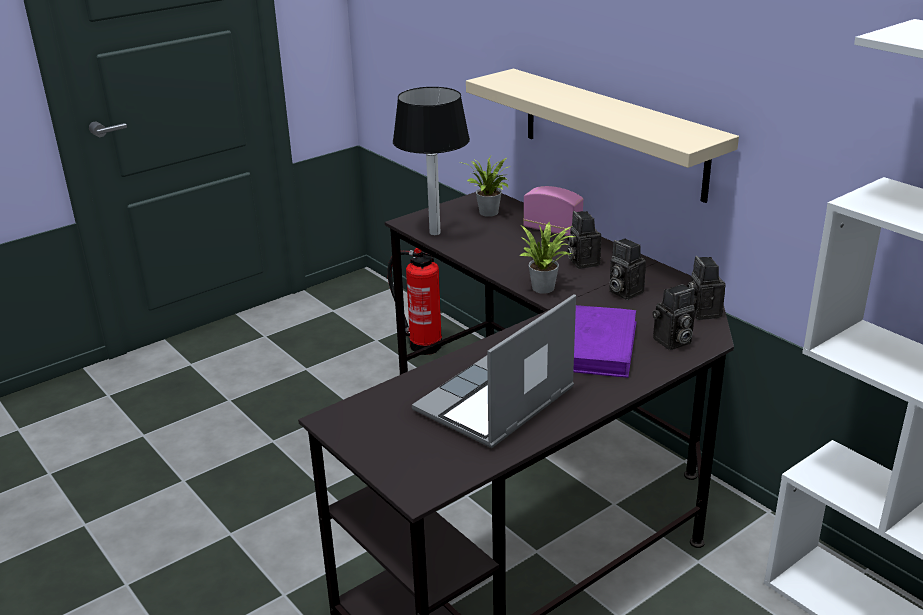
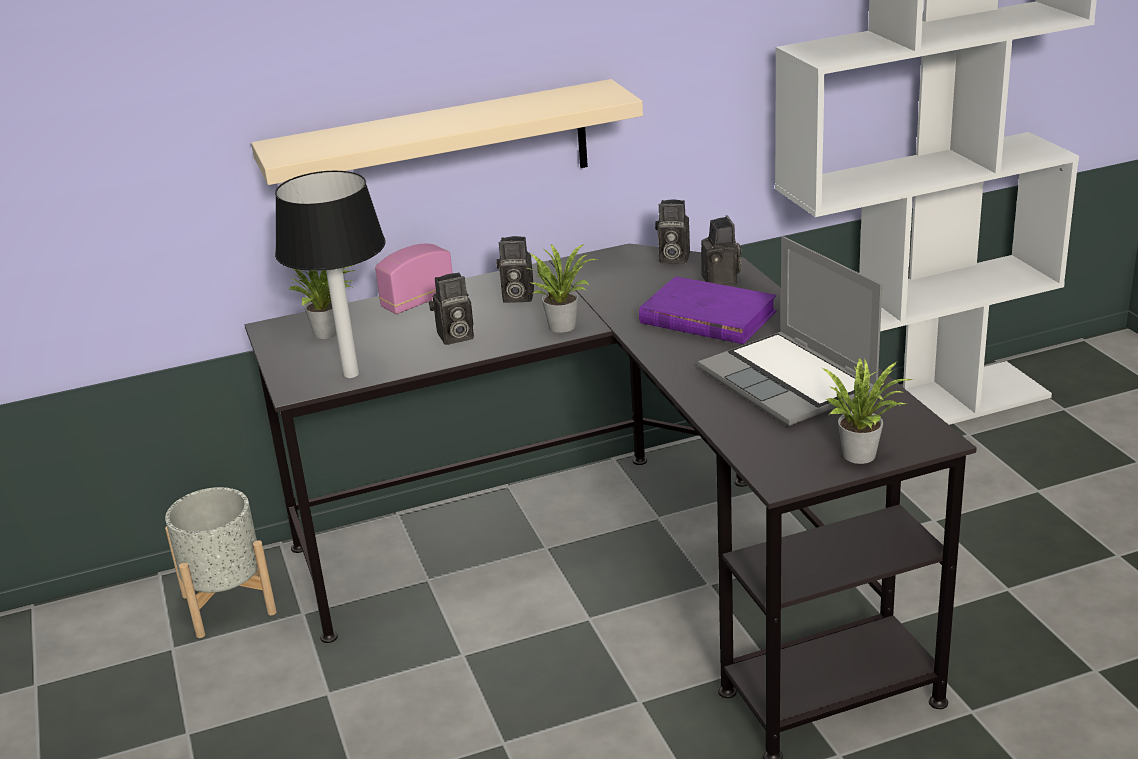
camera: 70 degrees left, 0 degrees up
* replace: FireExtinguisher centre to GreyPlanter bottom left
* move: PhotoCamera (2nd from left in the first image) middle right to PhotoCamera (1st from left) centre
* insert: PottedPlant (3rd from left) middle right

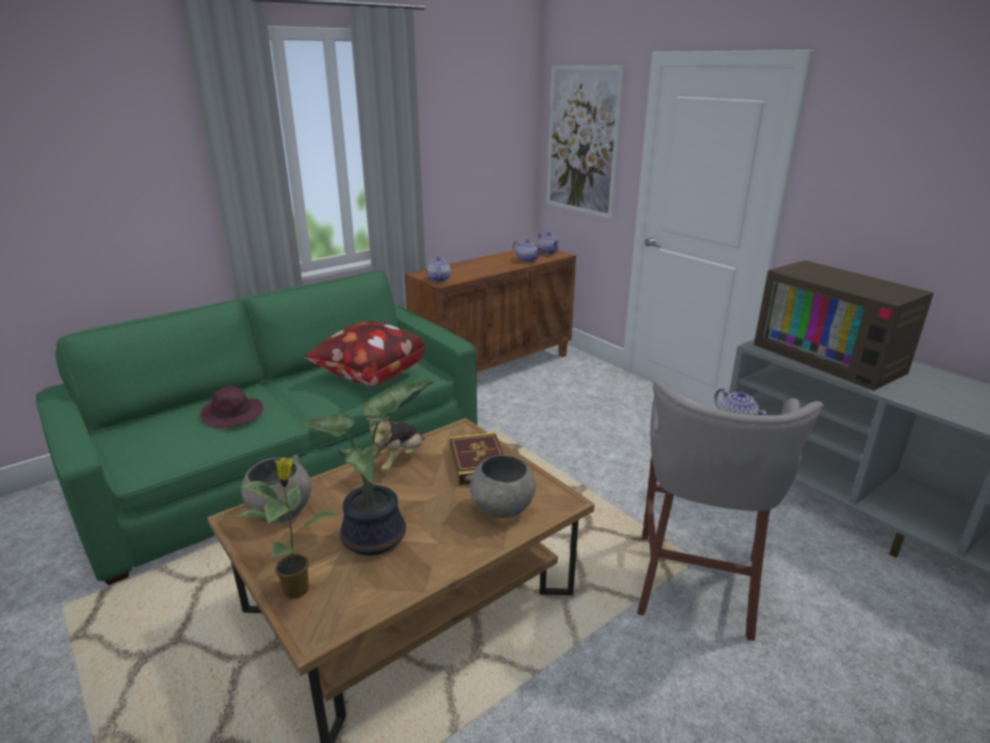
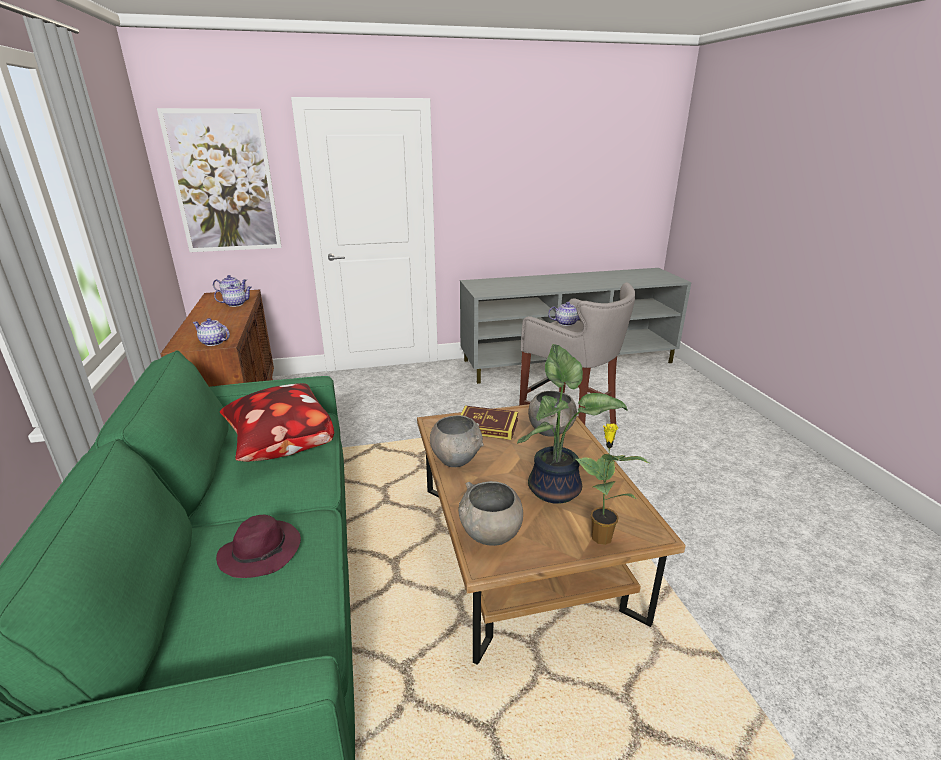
camera: 65 degrees left, 0 degrees up
* replace: PlushToy centre to GreyBowl (1st from left) centre
* delete: Television middle right

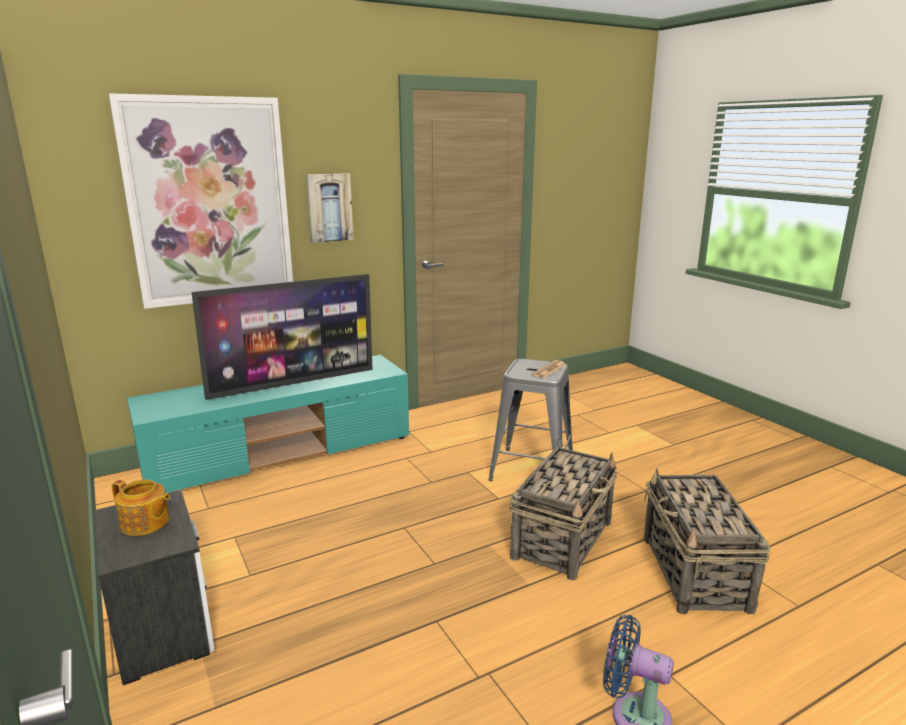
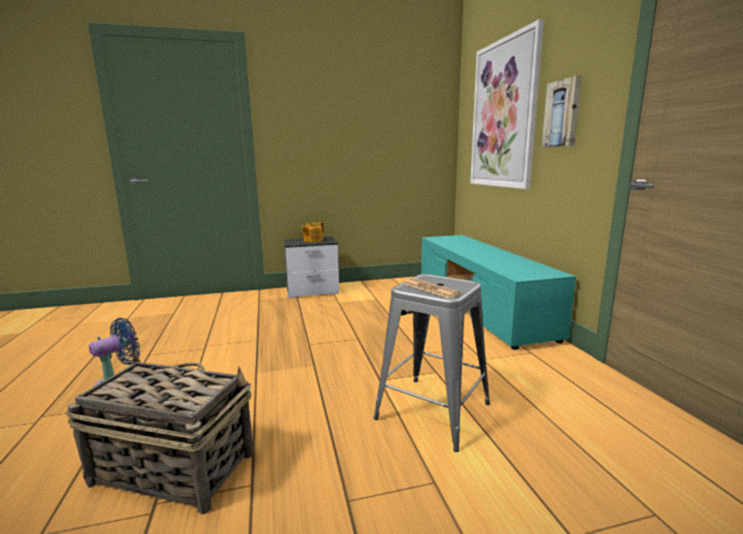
camera: 105 degrees right, 5 degrees down
* delete: Television middle left
* delete: Basket (1st from left) bottom centre

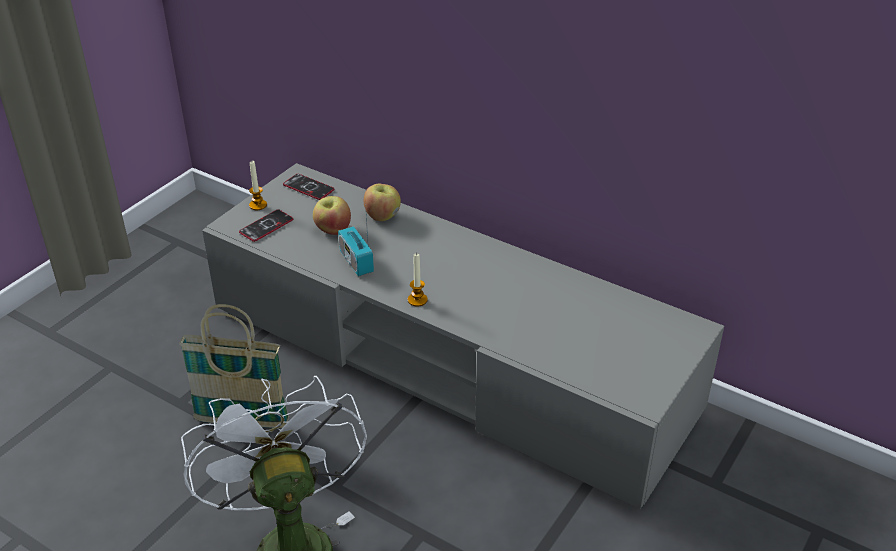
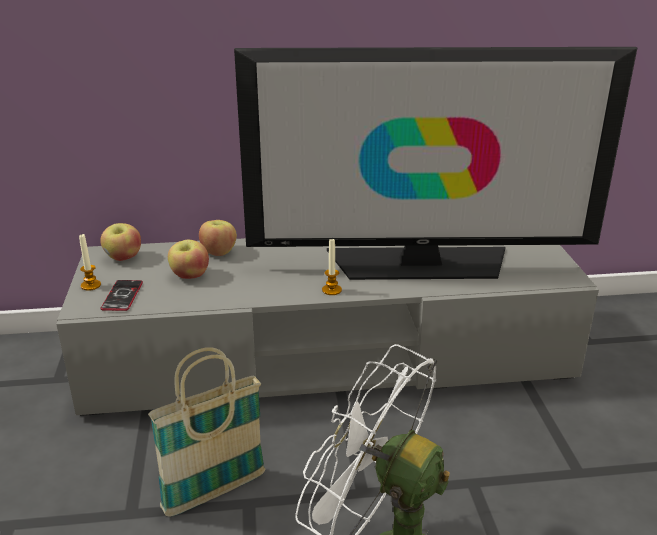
camera: 40 degrees left, 10 degrees down
* replace: Phone (2nd from left) centre to Apple (1st from left) middle left
* delete: Radio centre
* insert: Television top centre

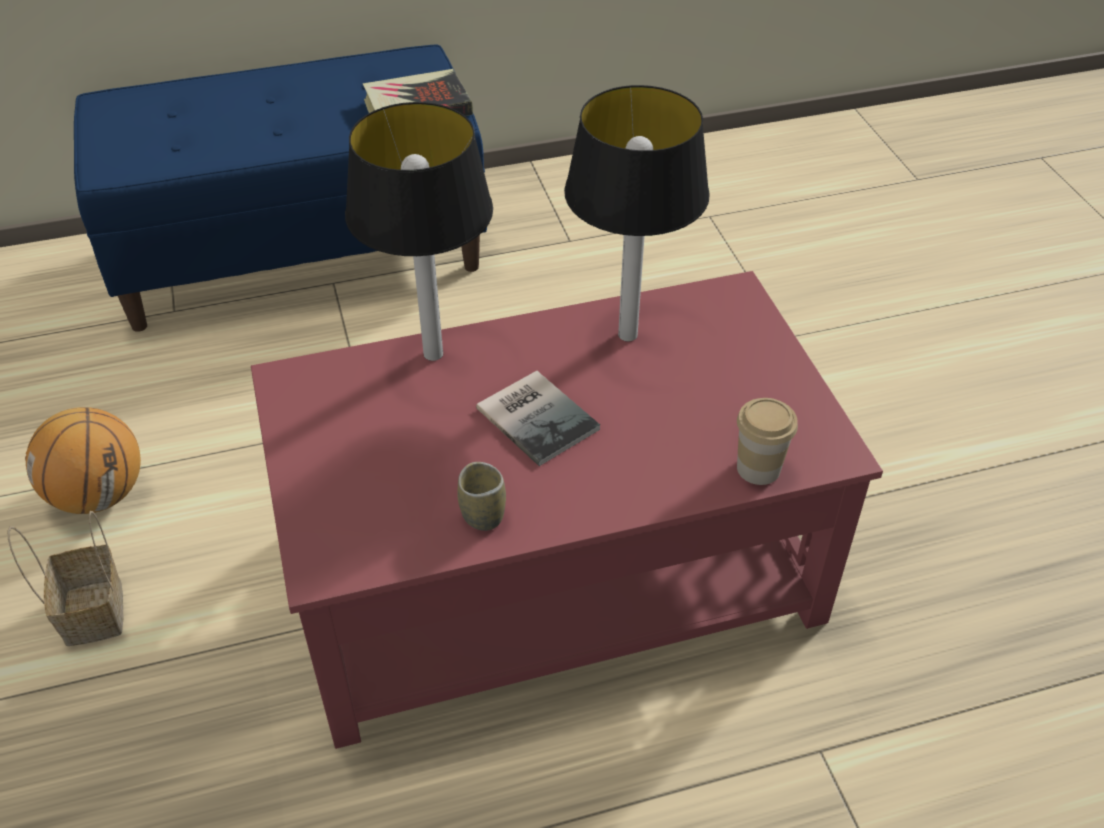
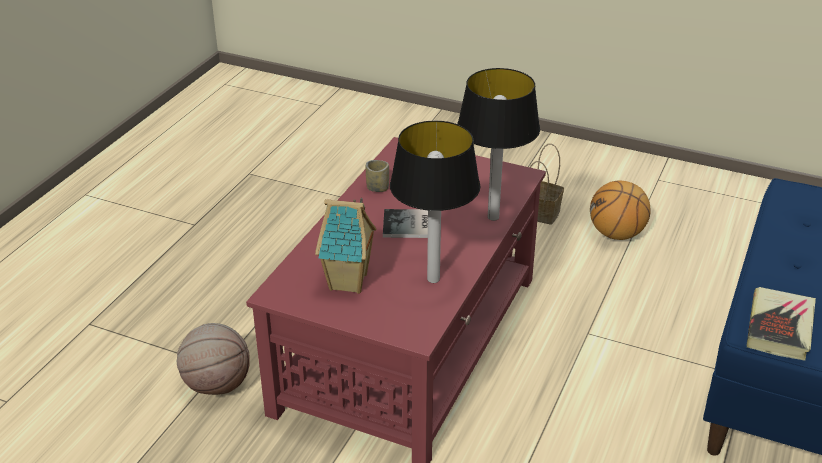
camera: 130 degrees right, 10 degrees down
* delete: Cup (2nd from left) middle right
* insert: Basketball (1st from left) bottom left
* insert: ToyHouse centre

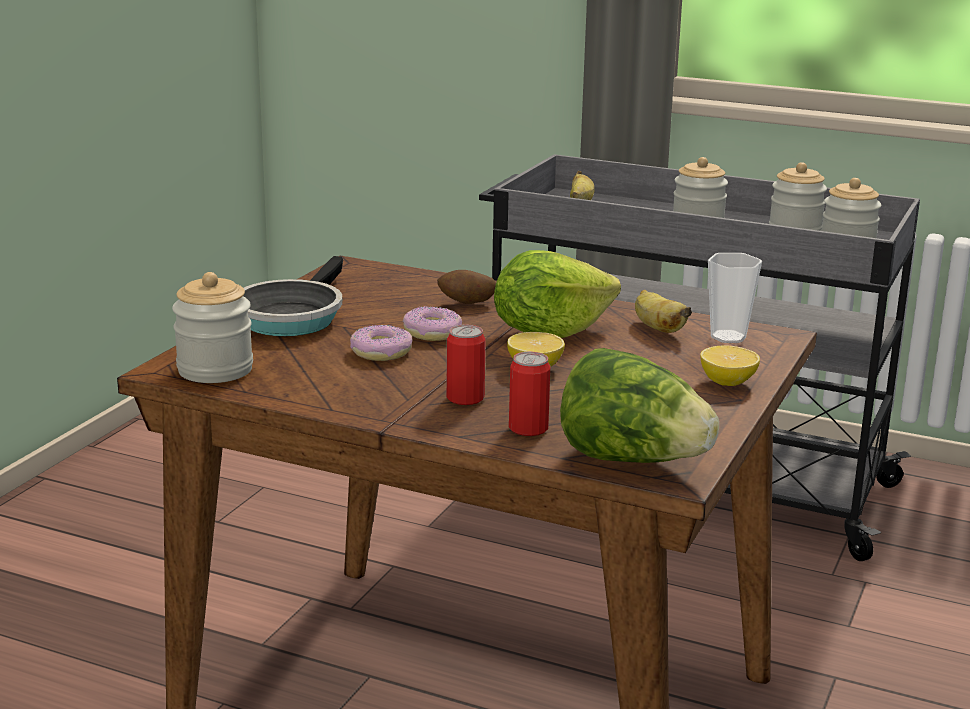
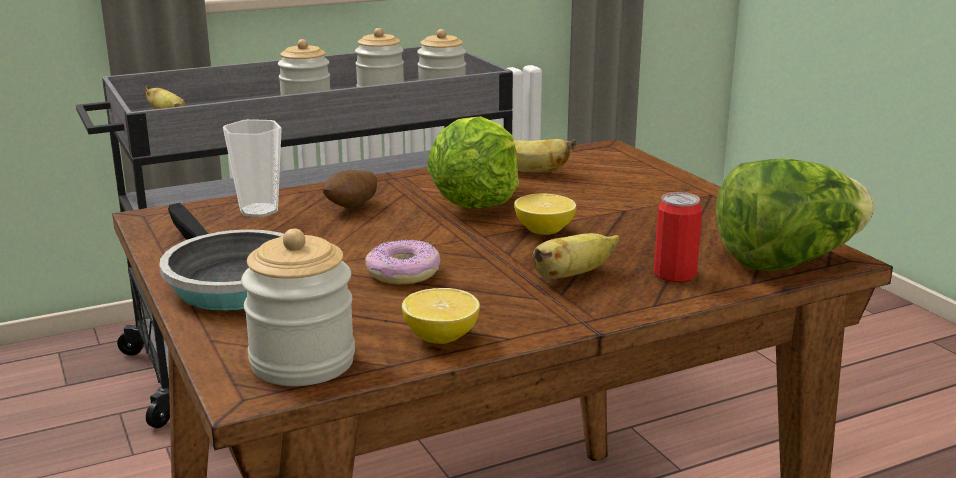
camera: 50 degrees left, 0 degrees up
* delete: Donut (2nd from left) centre
* replace: Can (1st from left) centre to Banana (3rd from left) centre
* move: Lemon (2nd from left in the first image) middle right to Lemon (1st from left) centre
* move: Cup middle right to middle left

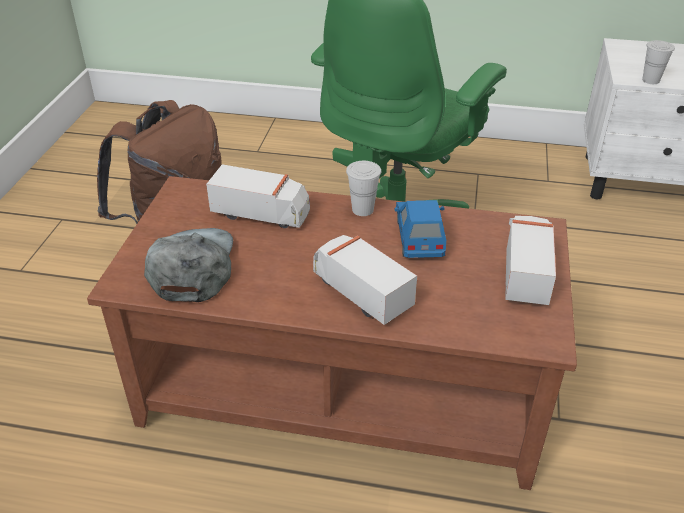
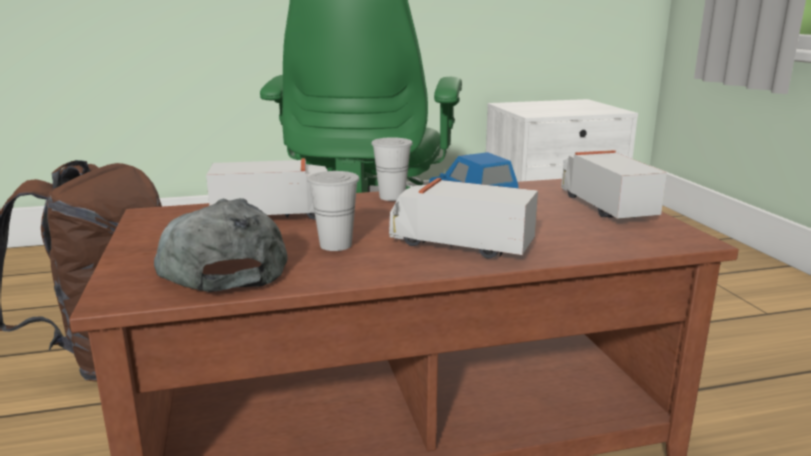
camera: 25 degrees left, 20 degrees down
* move: WhiteCup (2nd from left in the first image) top right to WhiteCup (1st from left) centre

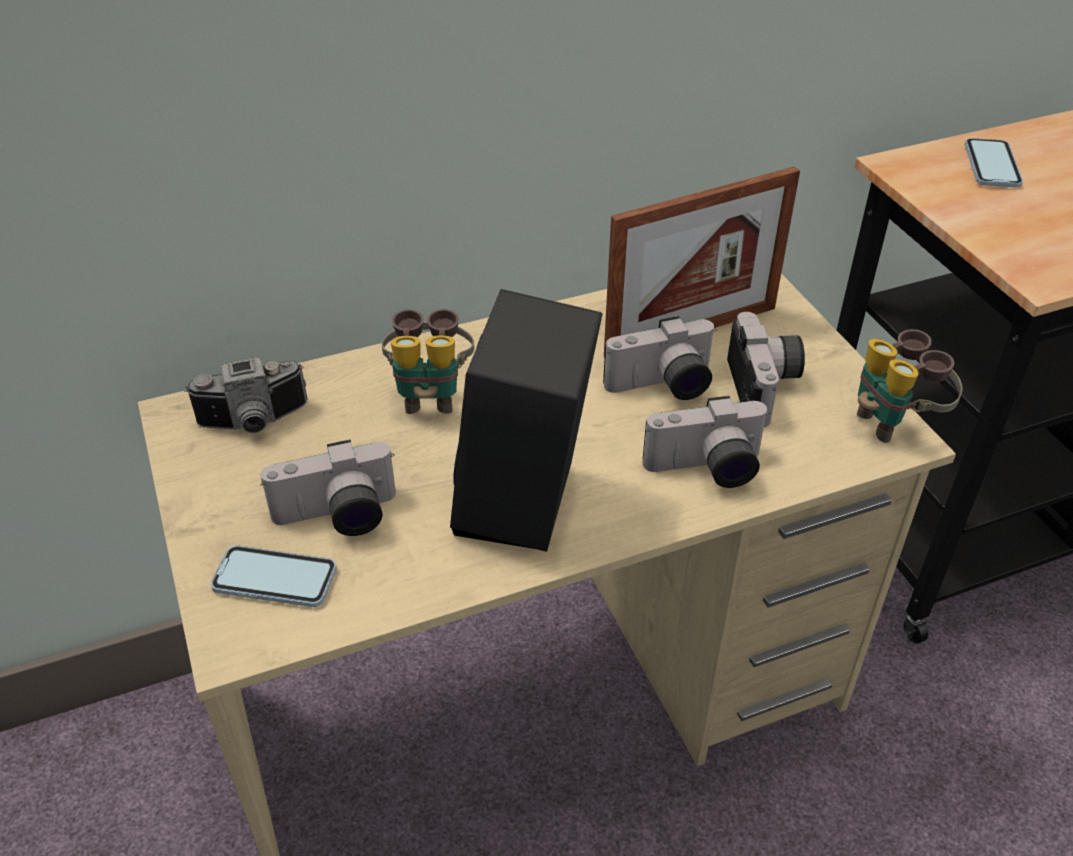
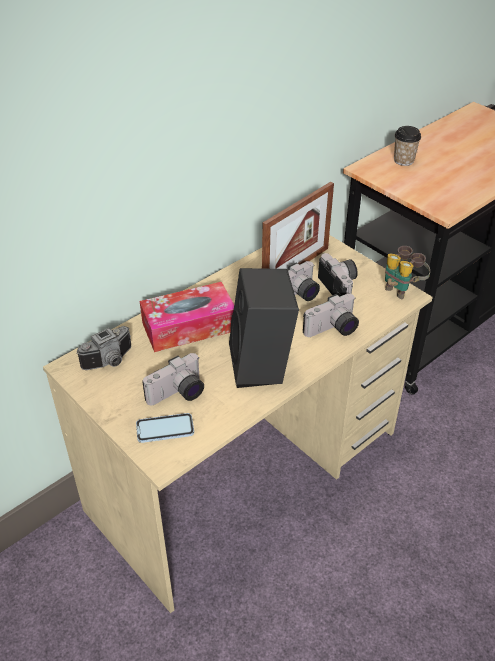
camera: 20 degrees left, 0 degrees up
* replace: Binoculars (1st from left) centre to TissueBox centre
* replace: Phone (2nd from left) top right to Cup top right

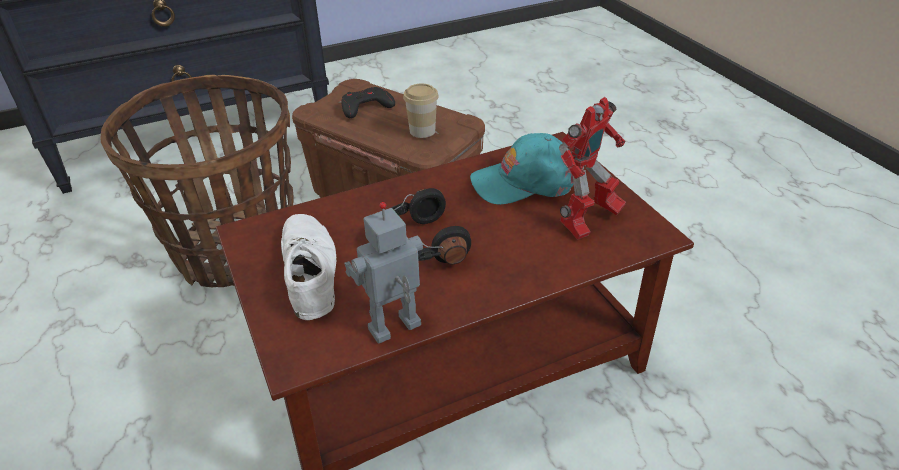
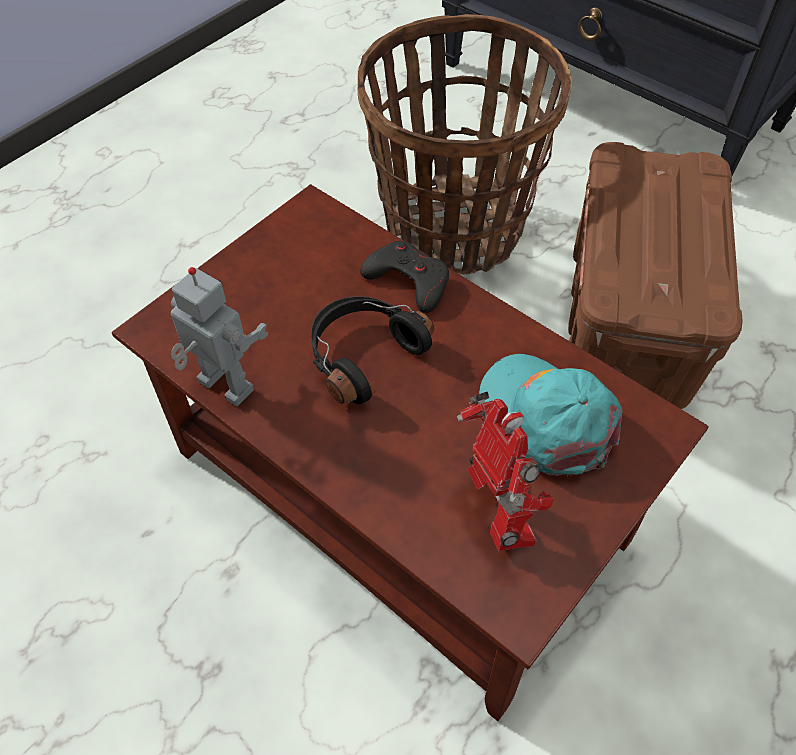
camera: 65 degrees right, 15 degrees up
* delete: WhiteShoe centre
* move: BlackGameController top centre to centre
* delete: Cup top centre
* rotate: ToyRobot (2nd from left) centre = centre 135 degrees counterclockwise

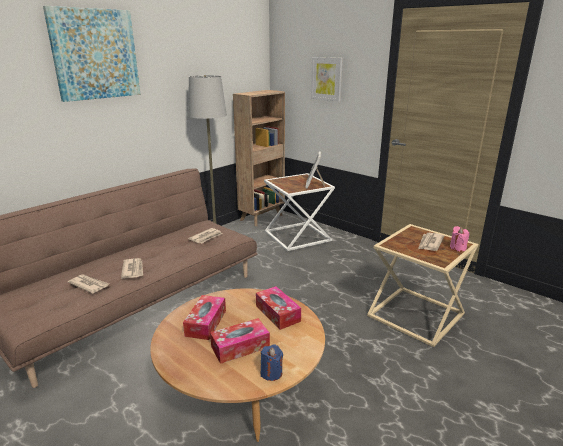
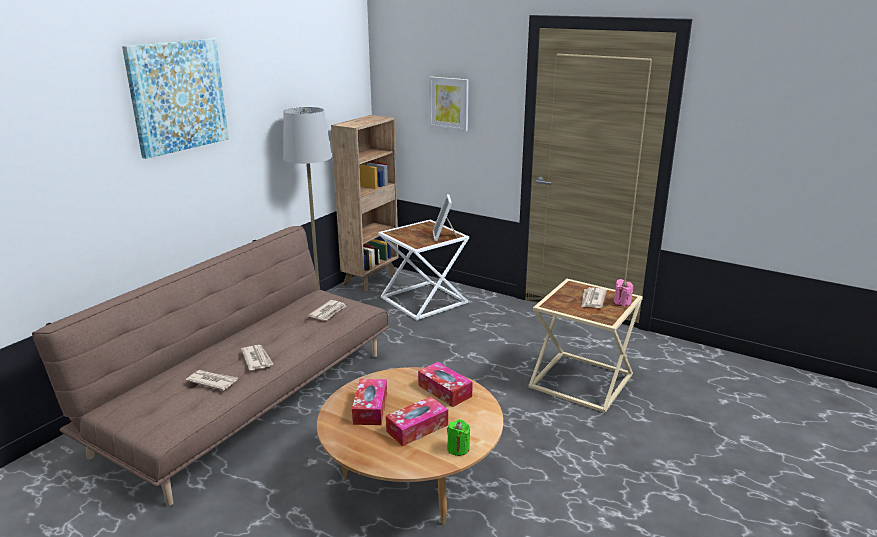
camera: 10 degrees left, 0 degrees up
* recolor: BlueCandle bottom centre to GreenCandle bottom centre

